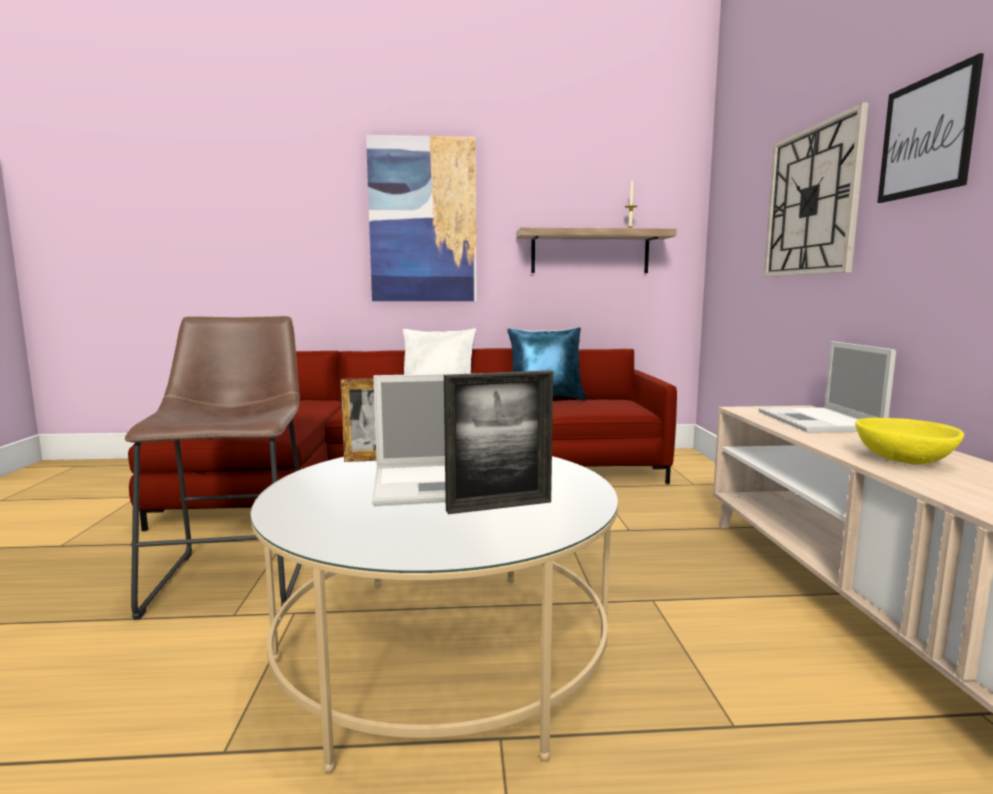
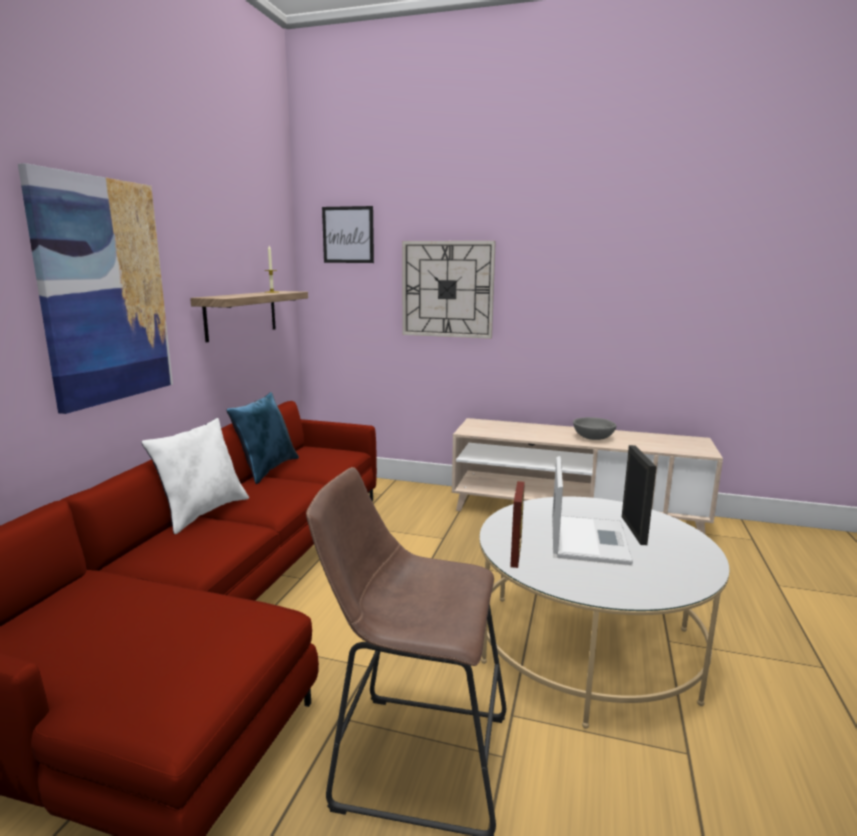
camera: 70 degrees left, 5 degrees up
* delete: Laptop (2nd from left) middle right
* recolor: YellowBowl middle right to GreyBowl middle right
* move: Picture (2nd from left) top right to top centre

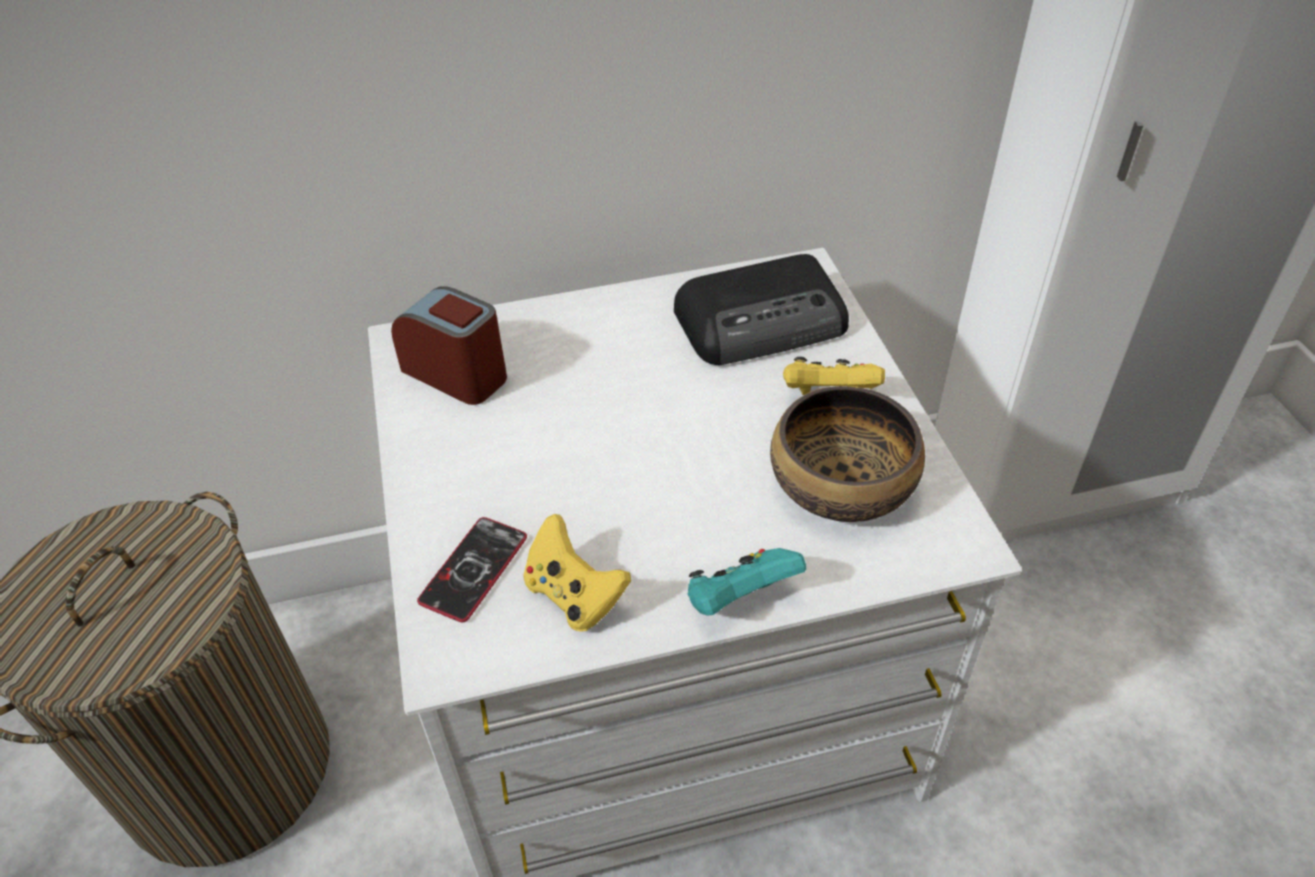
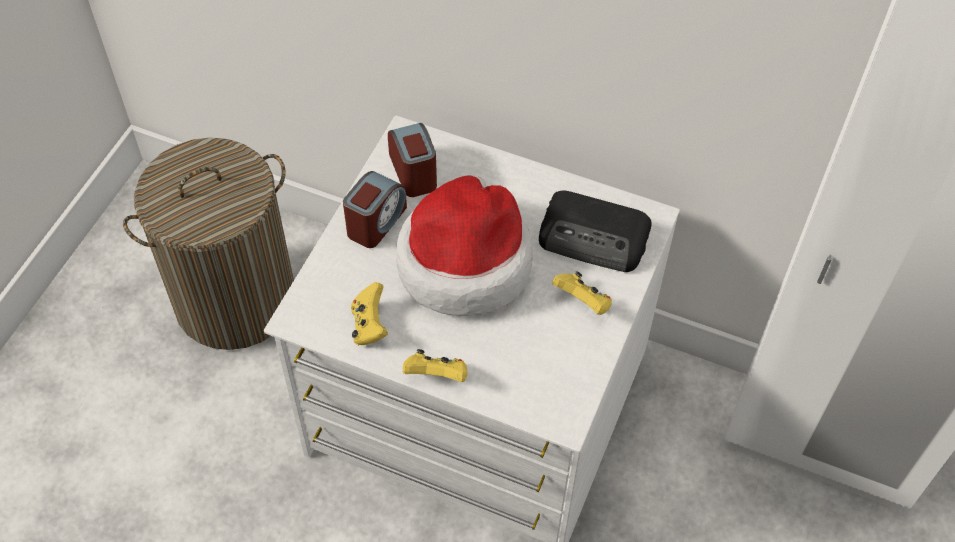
camera: 35 degrees right, 10 degrees up
* delete: Phone centre
* recolor: TurquoiseGameController centre to YellowGameController (2nd from left) bottom centre
* delete: Bowl centre
* insert: AlarmClock (1st from left) centre
* insert: Hat centre

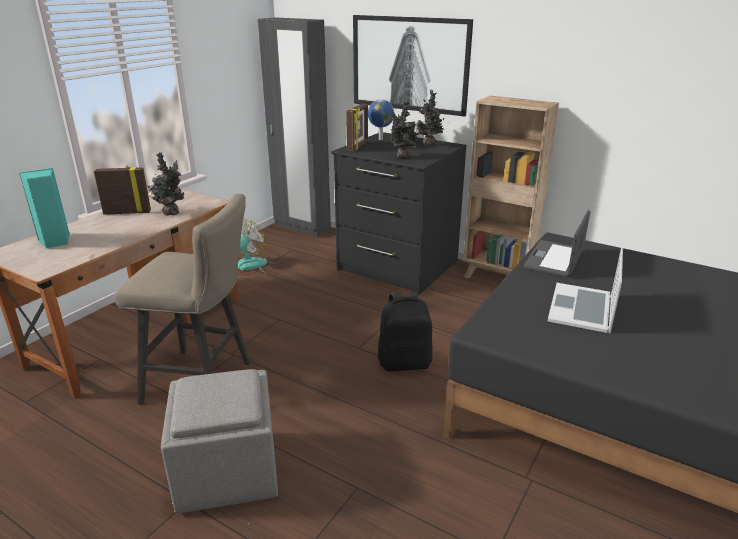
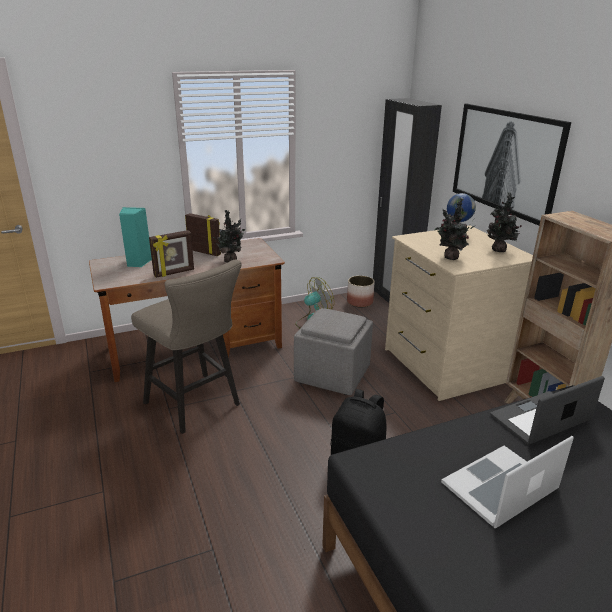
camera: 35 degrees right, 0 degrees up
* move: GreyOttoman bottom left to centre
* recolor: BlackDresser centre to BeigeDresser middle right
* move: PictureFrame (2nd from left in the first image) top centre to PictureFrame (1st from left) middle left
* insert: Planter centre

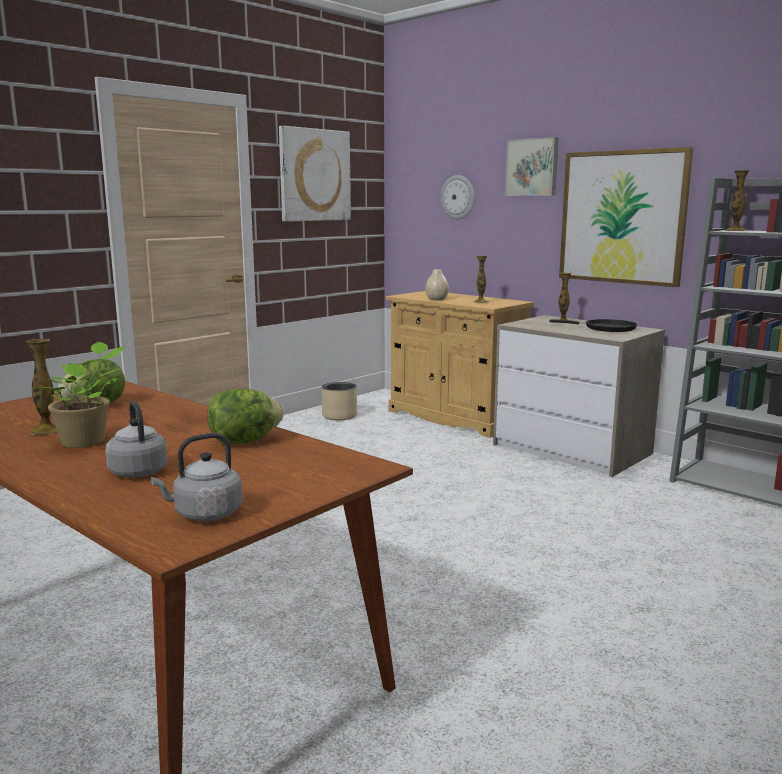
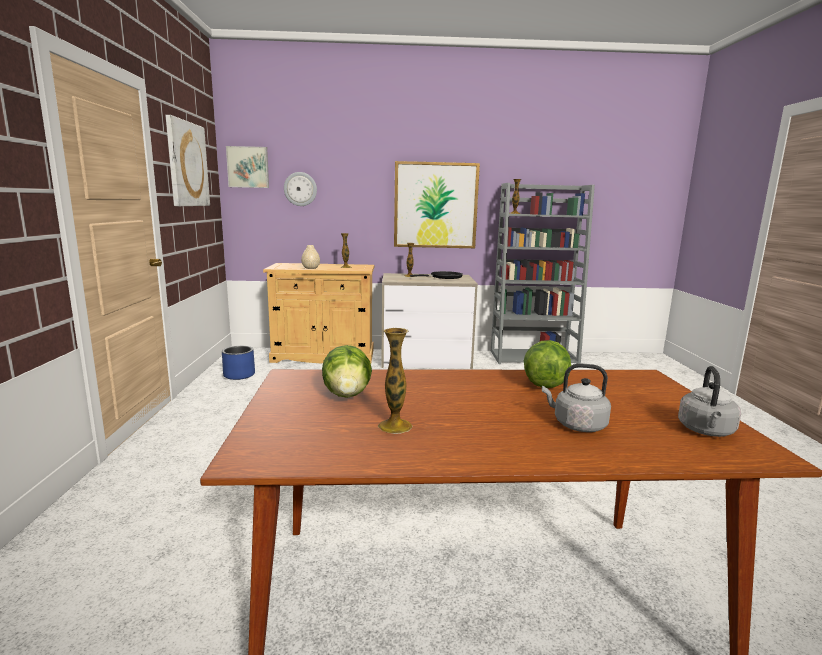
camera: 45 degrees left, 0 degrees up
* delete: PottedPlant middle left
* recolor: BeigePlanter centre to BluePlanter middle left
* move: Picture (2nd from left) top right to top left

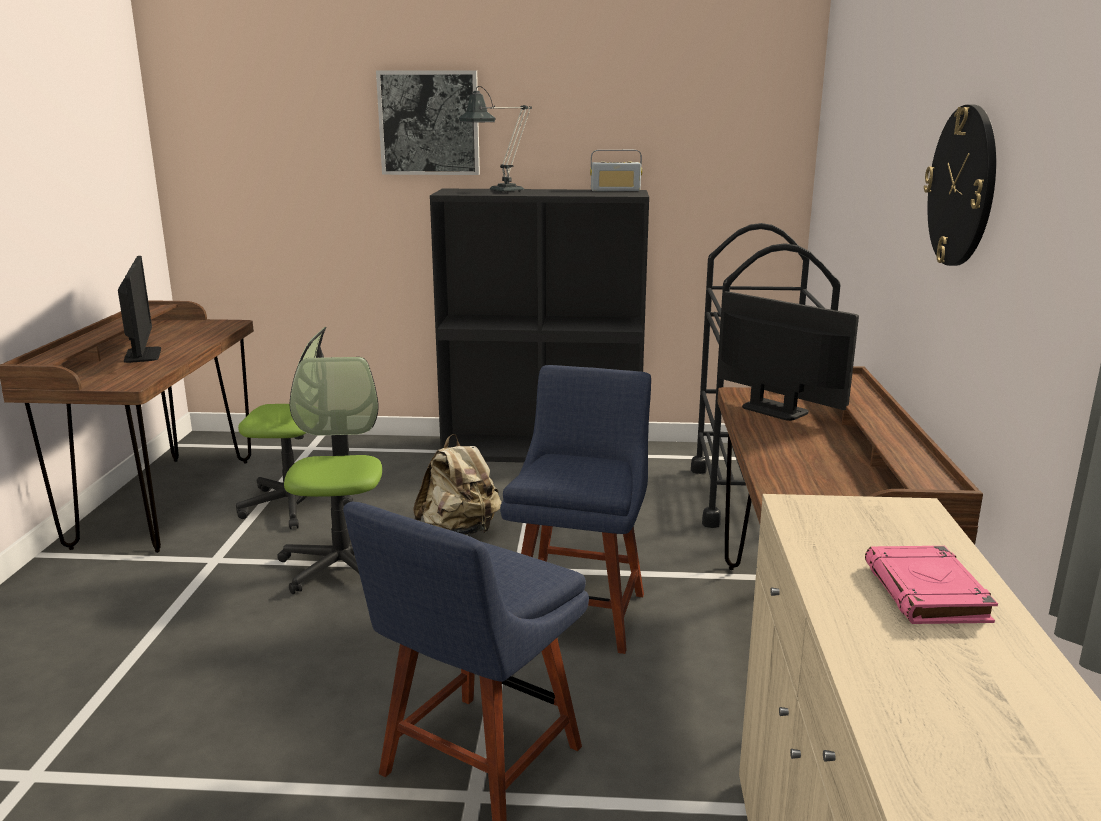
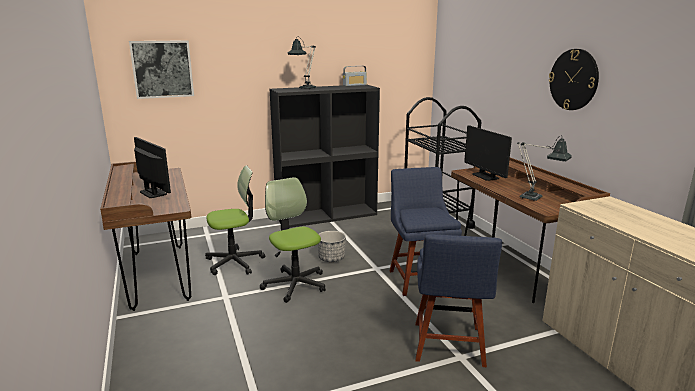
camera: 25 degrees left, 0 degrees up
* move: Picture top centre to top left
* replace: BeigeBackpack centre to Planter centre
* rotate: Monitor (2nd from left) middle right = middle right 135 degrees counterclockwise
* delete: PinkBook bottom right
* insert: TableLamp (2nd from left) middle right

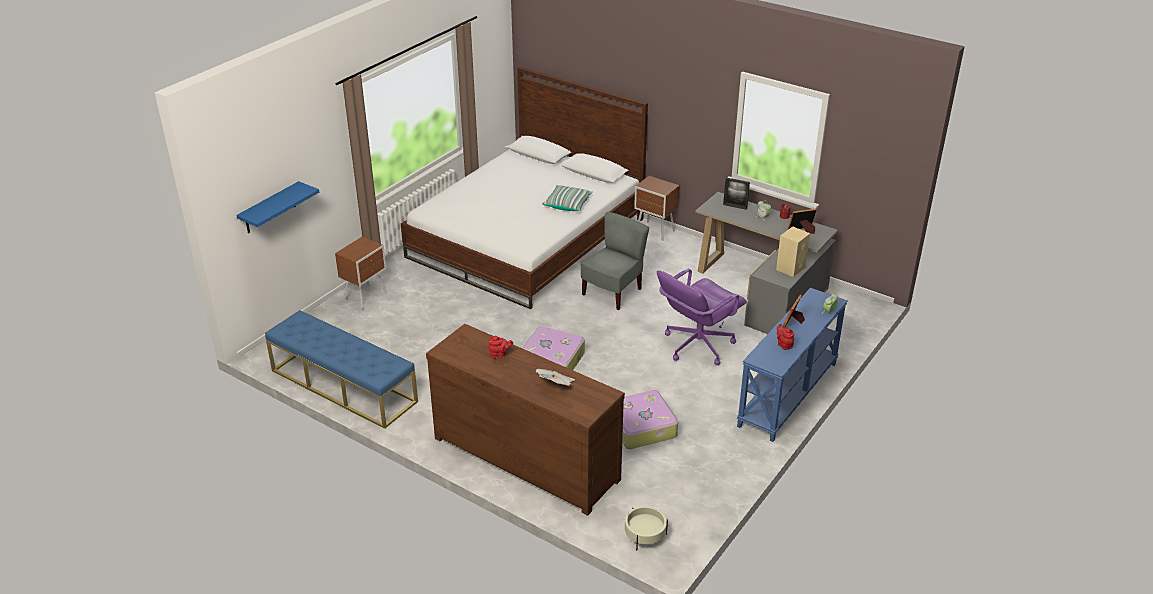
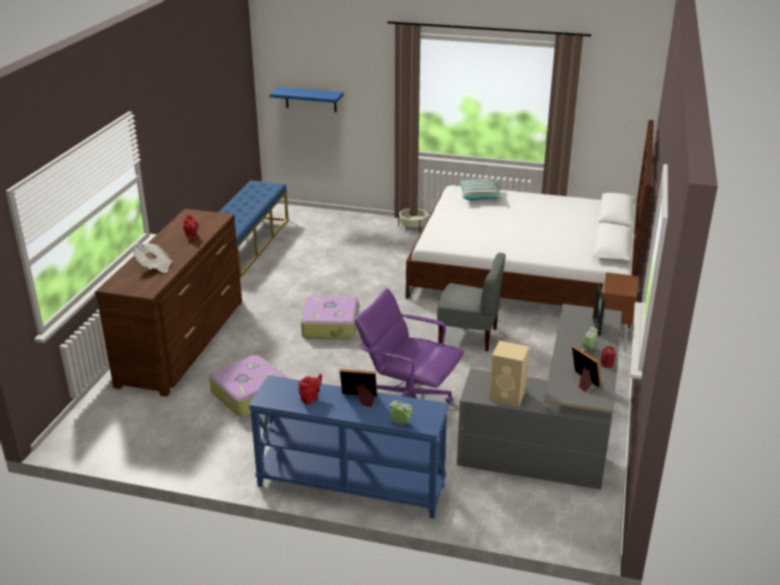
camera: 70 degrees right, 5 degrees down
* delete: BrownNightstand (1st from left) middle left
* move: Pillow centre to top centre
* move: BeigePlanter bottom centre to centre

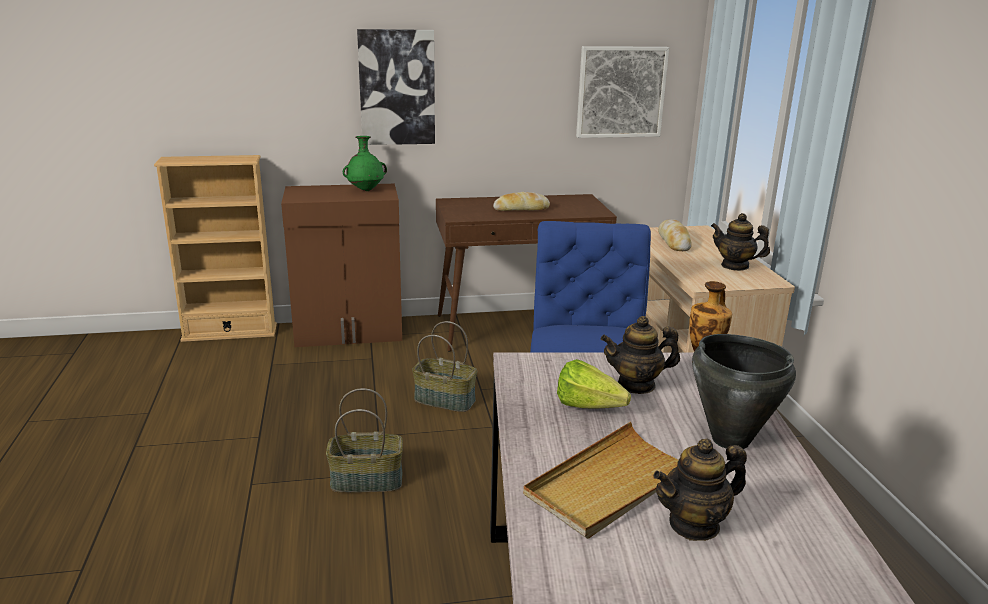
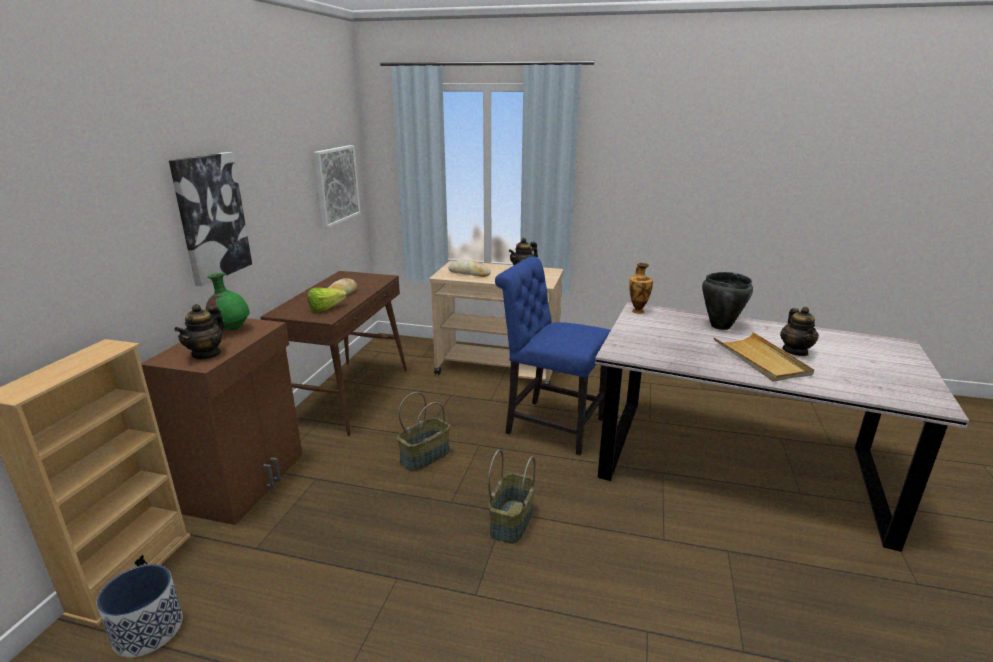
camera: 65 degrees left, 0 degrees up
* move: Lettuce centre to middle left
* move: Teapot (1st from left) centre to middle left
* insert: Planter bottom left

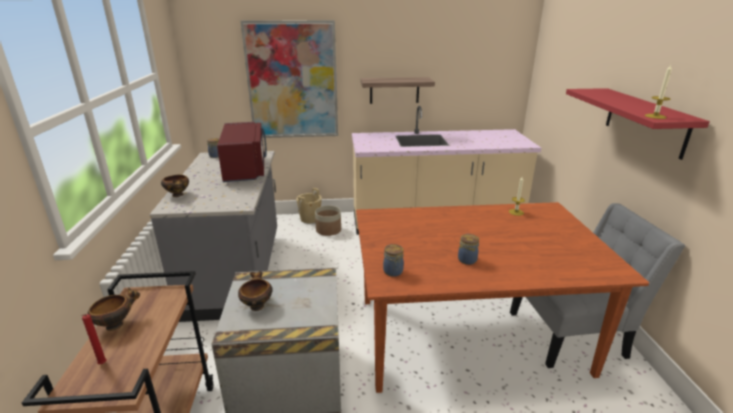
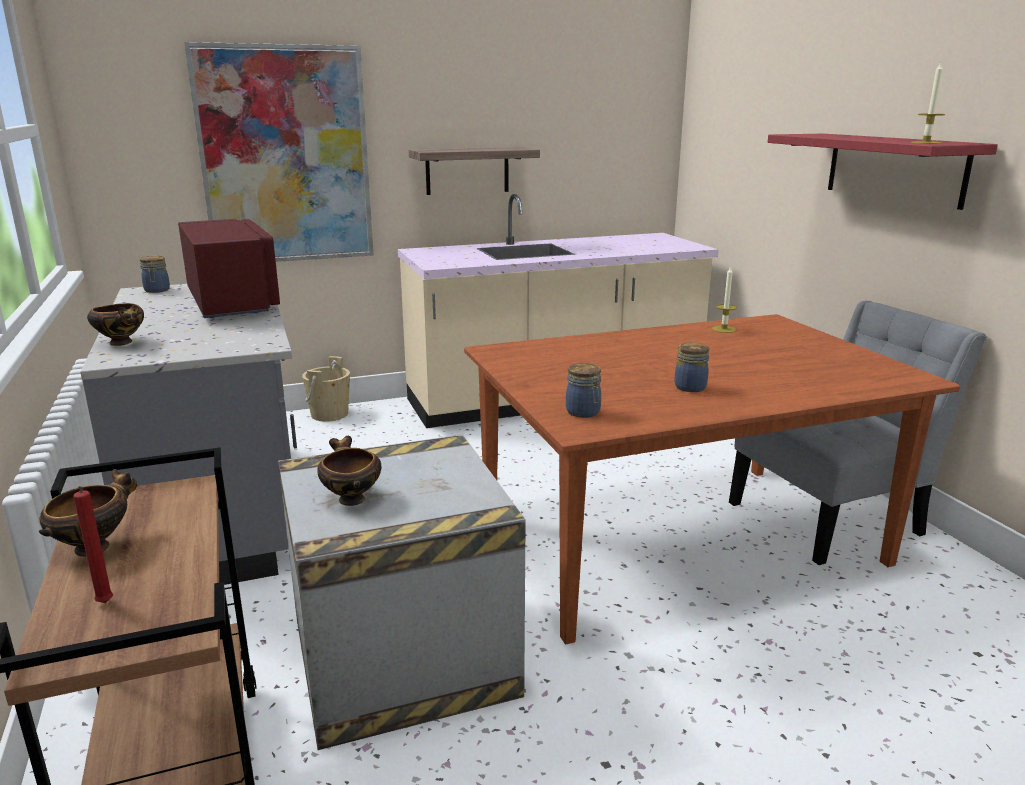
camera: 15 degrees left, 5 degrees down
* delete: Planter centre

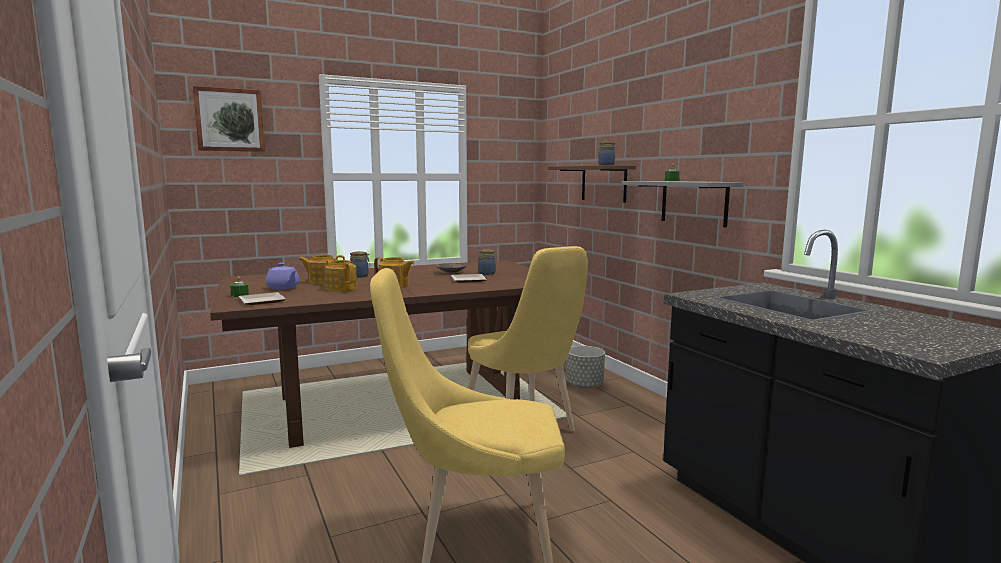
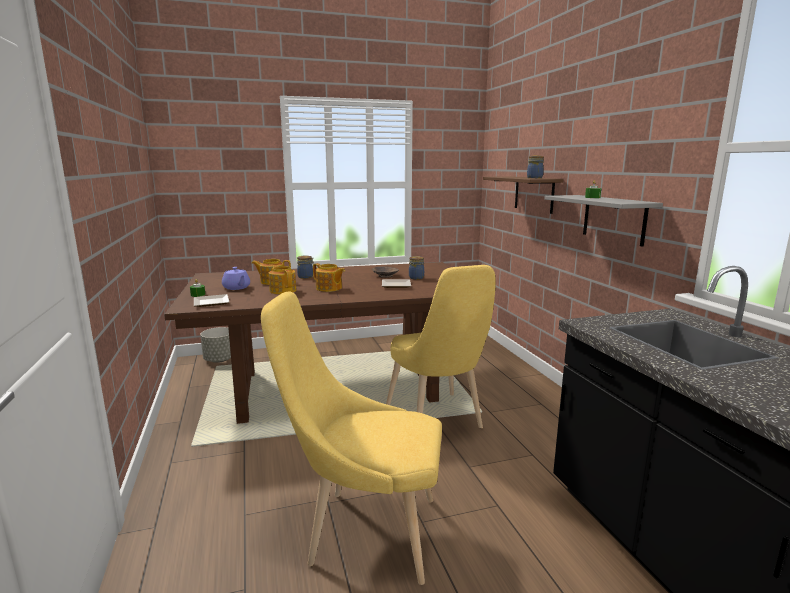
camera: 10 degrees right, 5 degrees up
* delete: Picture top left
* move: GreyPlanter centre to middle left

